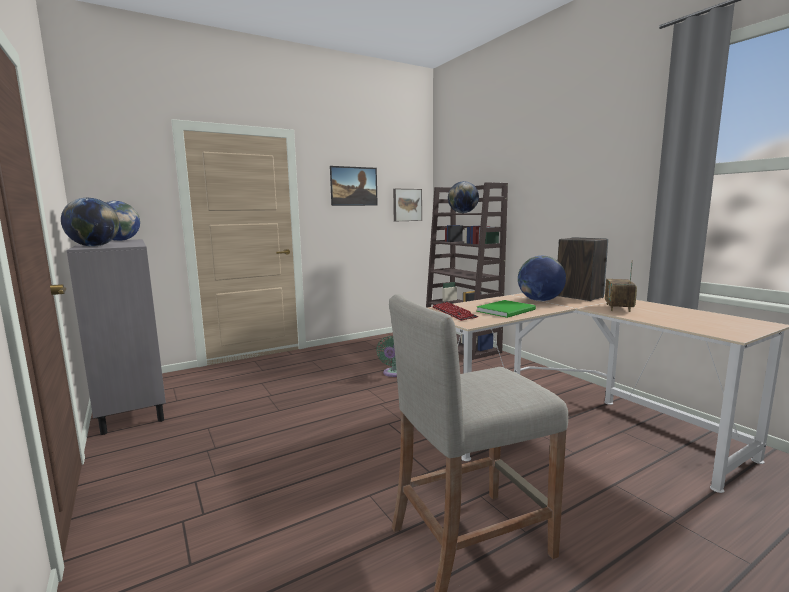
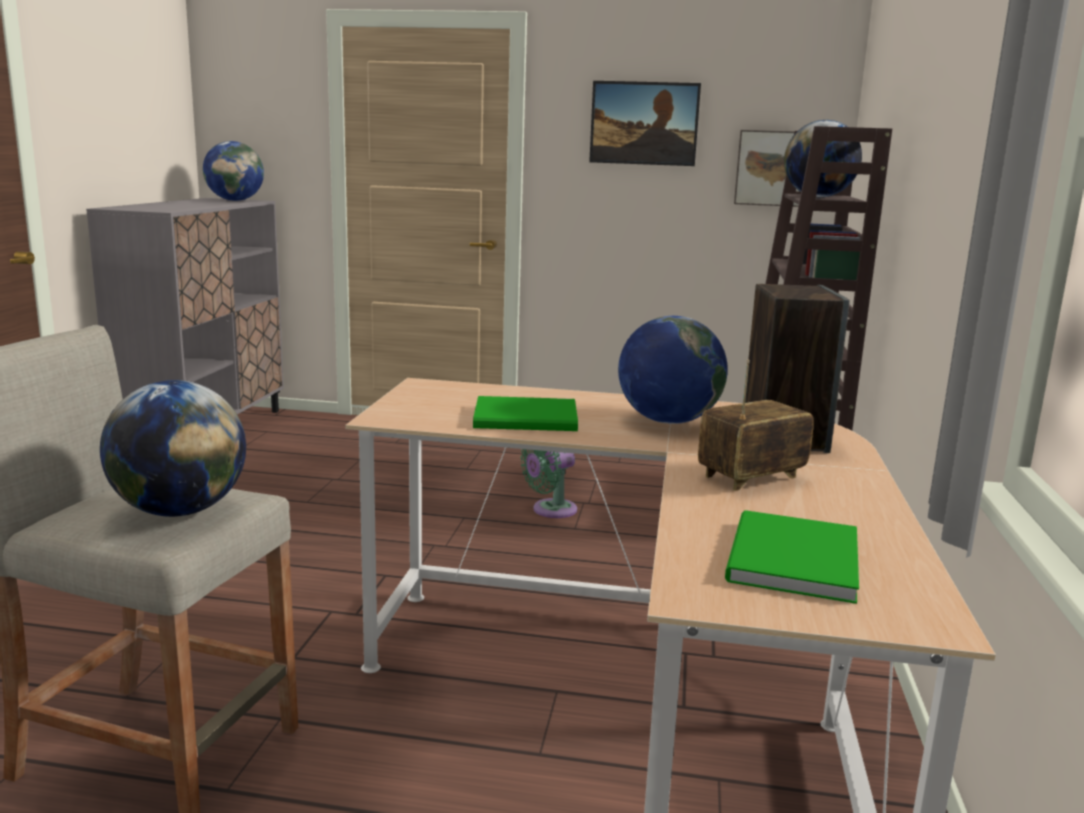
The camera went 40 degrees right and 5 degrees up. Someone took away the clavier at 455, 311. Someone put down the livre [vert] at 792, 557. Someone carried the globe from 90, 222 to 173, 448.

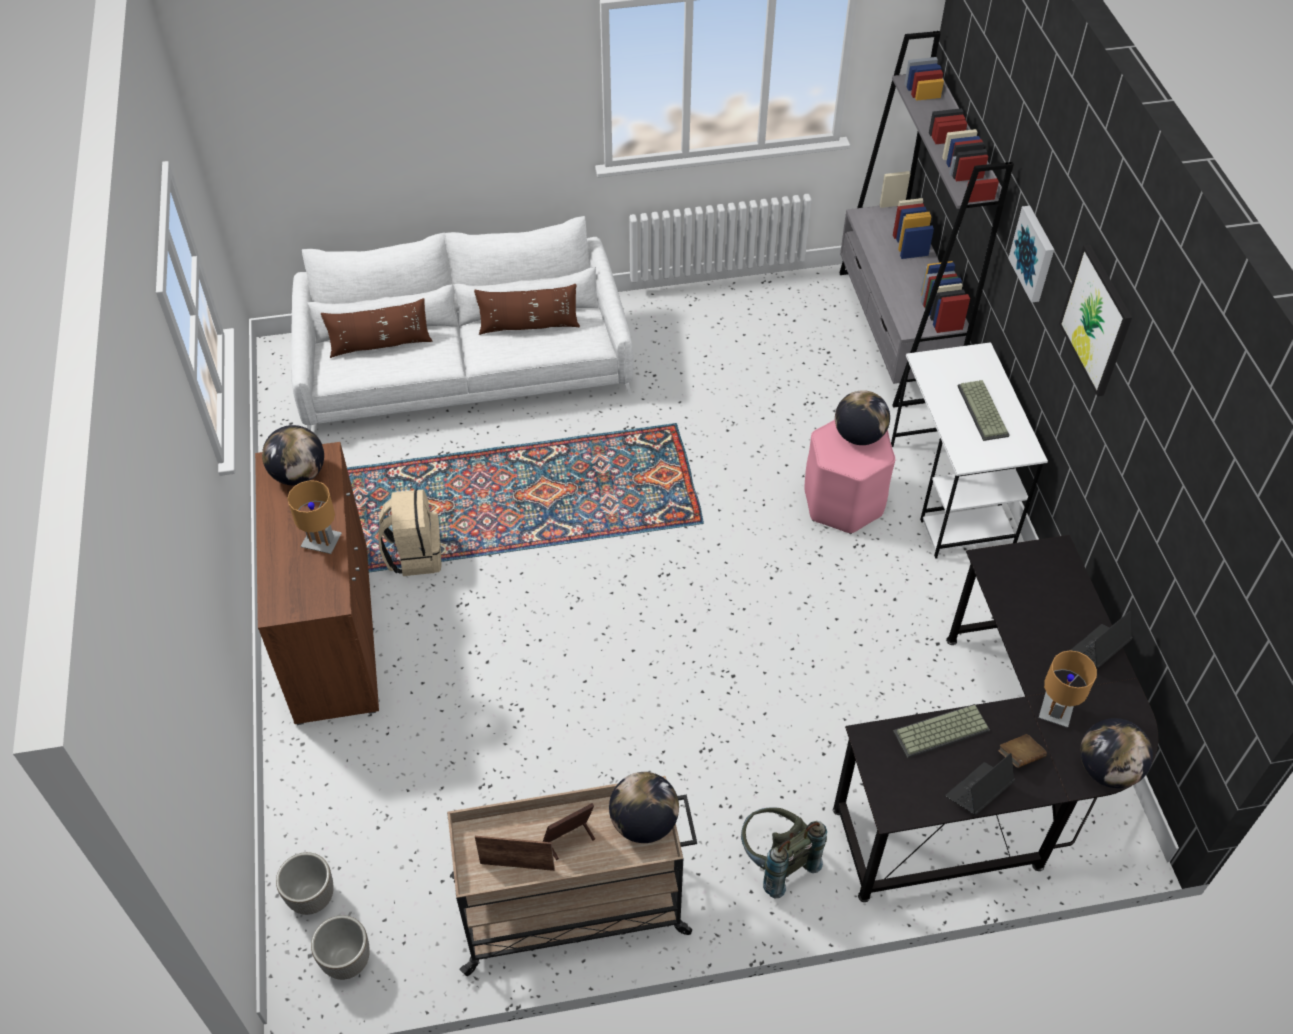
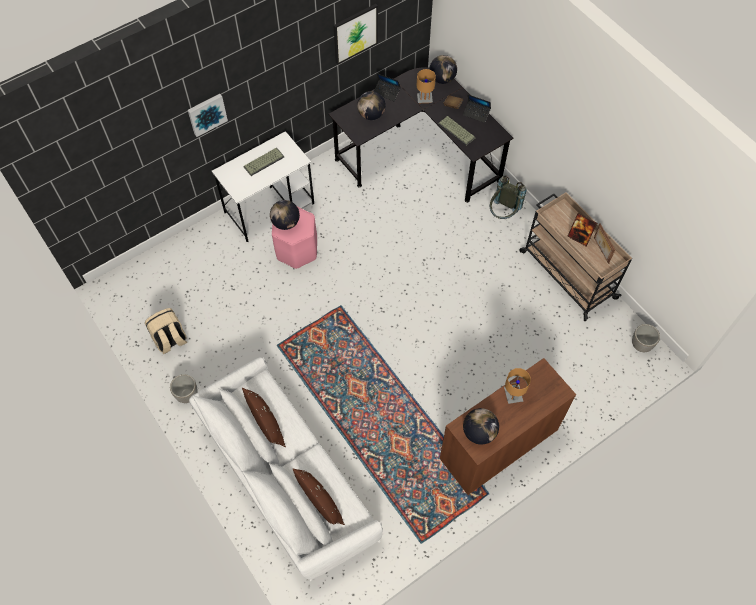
The camera went 115 degrees left and 10 degrees up. Someone took away the bibliothèque [gris] at 926, 219. Someone carried the cache-pot from 305, 883 to 184, 388. Someone carried the sac à dos [beige] from 410, 533 to 166, 331. Someone carried the globe from 644, 807 to 371, 105. Someone carried the tableau from 1095, 320 to 355, 34.

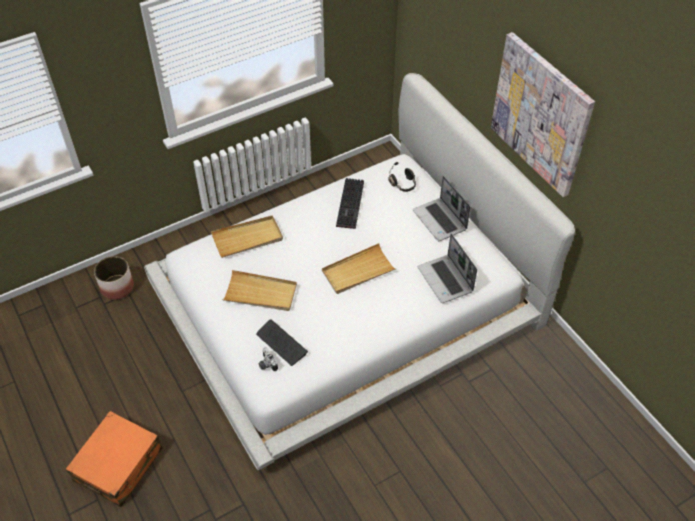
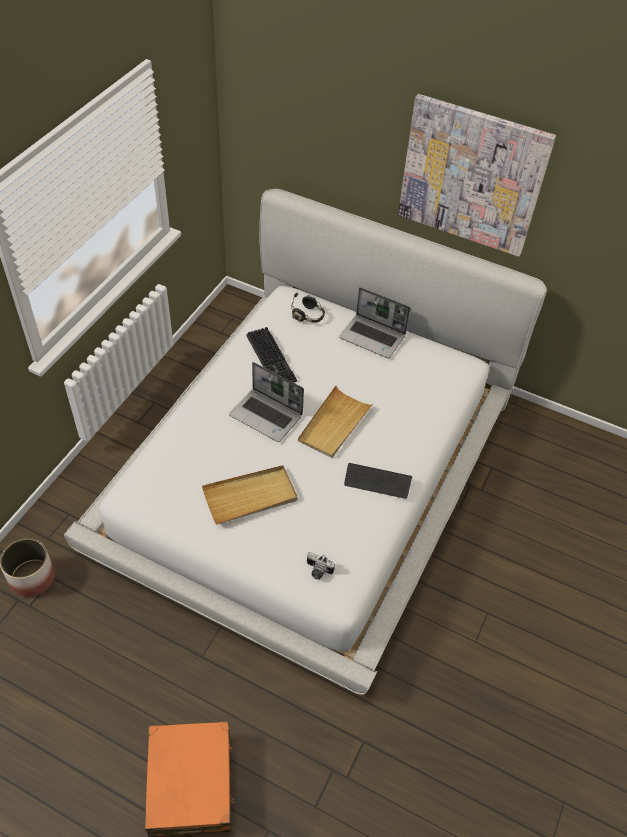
The camera went 35 degrees left and 0 degrees up. Someone took away the plateau [beige] at 247, 237. Someone carried the clavier from 282, 342 to 378, 481. Someone carried the ordinateur portable from 447, 268 to 266, 402.

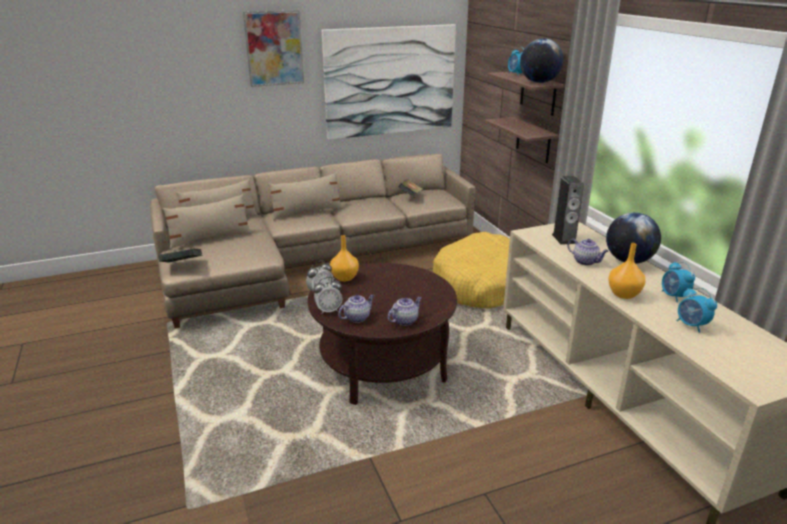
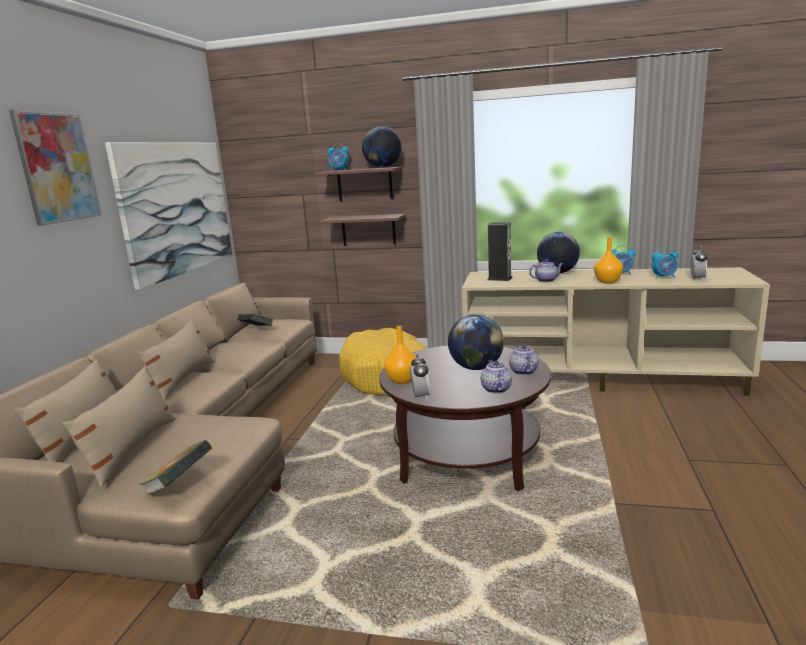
The camera went 55 degrees left and 10 degrees down. Someone put down the globe at 476, 342. Someone carried the réveil from 328, 295 to 699, 263.

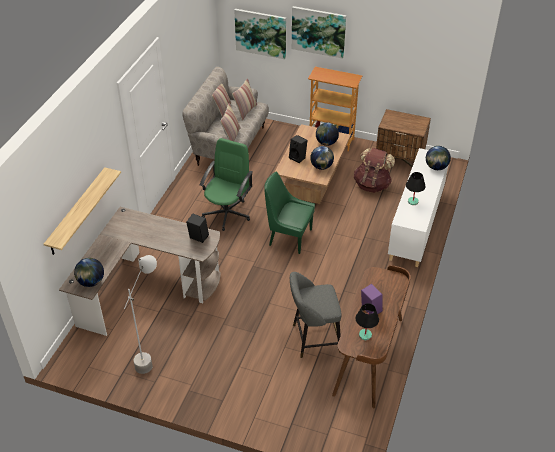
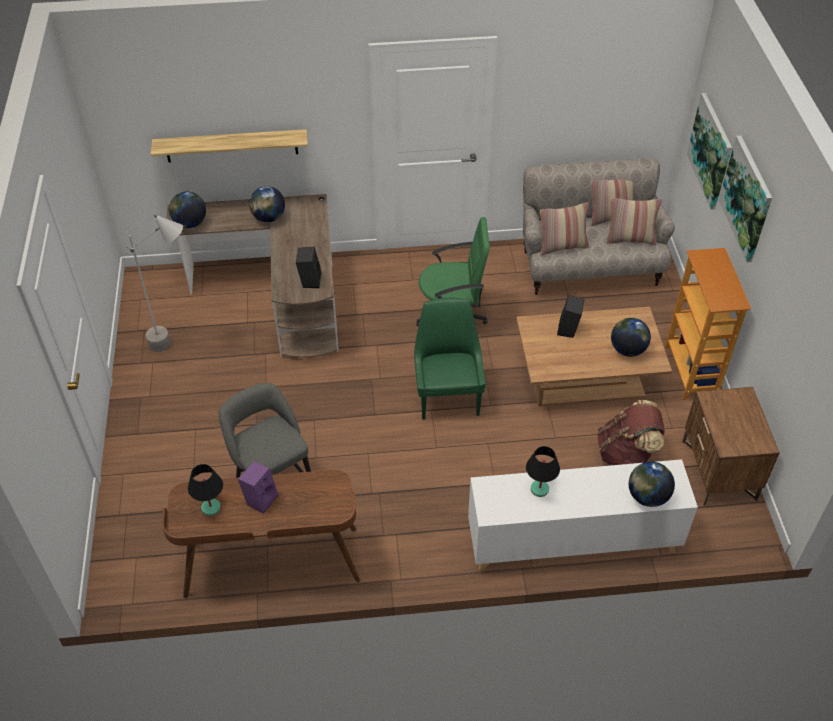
The camera went 65 degrees right and 5 degrees up. Someone carried the globe from 322, 158 to 267, 204.

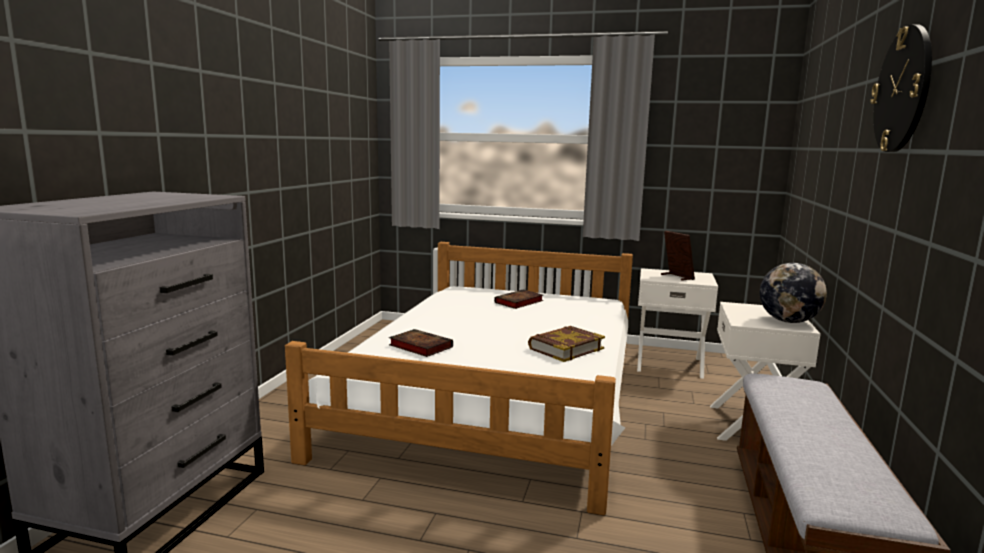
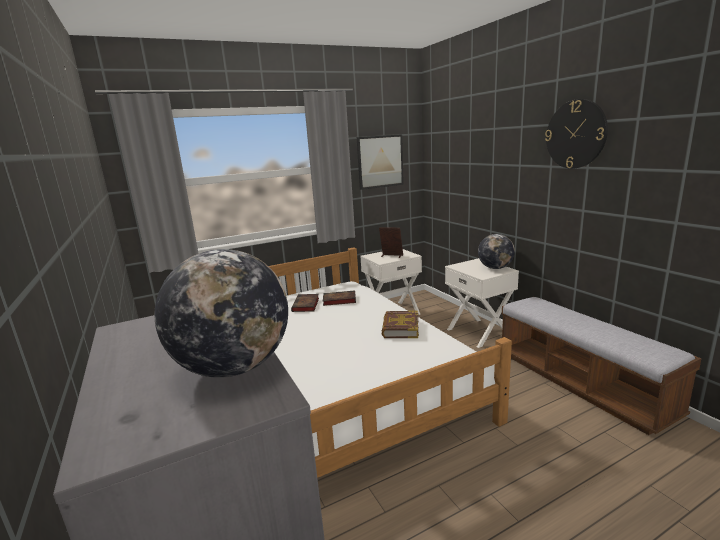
The camera went 40 degrees left and 5 degrees up. Someone put down the globe at 221, 313. Someone put up the tableau at 380, 162. Someone carried the livre from 421, 343 to 339, 298.

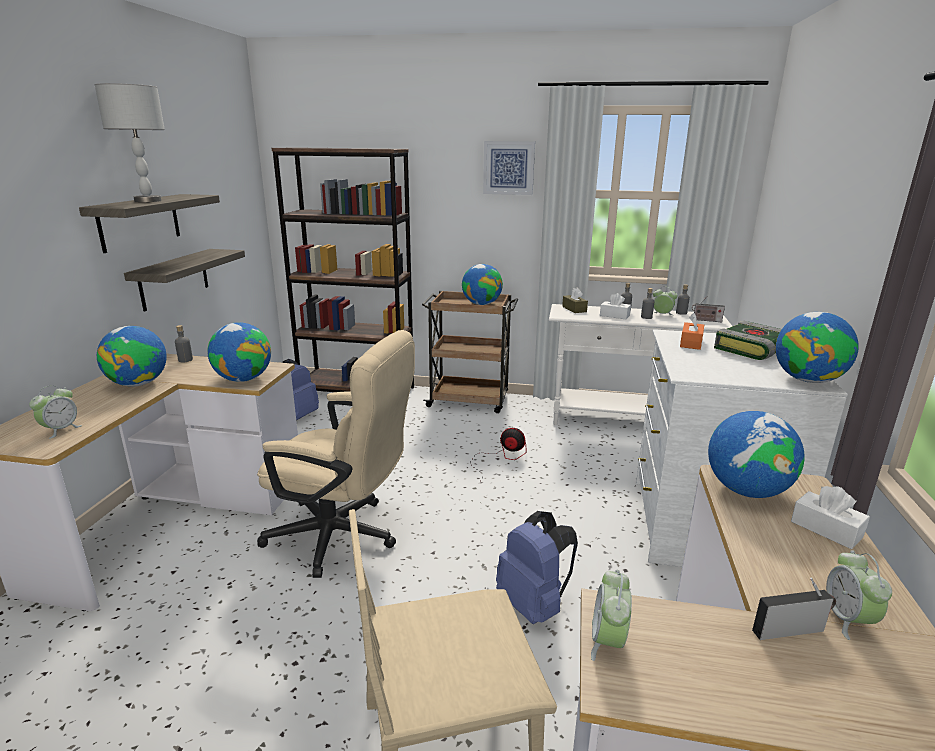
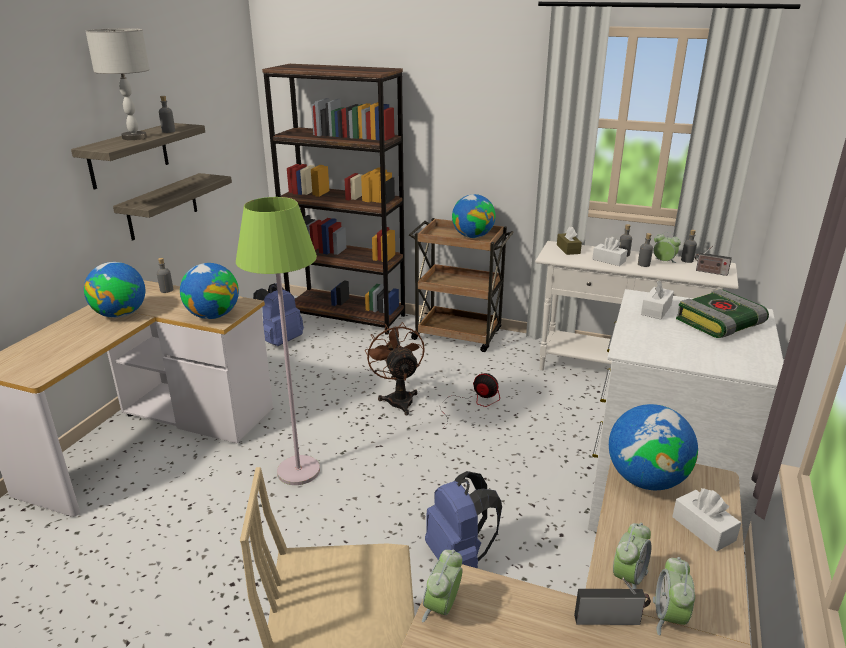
The camera went 10 degrees right and 5 degrees up. Someone took away the tableau at 509, 168. Someone took away the globe at 817, 347. Someone put down the bouteille [gris] at 167, 114. Someone put down the ventilateur [marron] at 395, 368. Someone carried the réveil from 55, 412 to 632, 556. Someone swapped the chaise de bureau [beige] at 336, 454 for the lampadaire [vert] at 278, 341. Someone repainted the boîte à mouchoirs [orange] at 692, 331, which became the boîte à mouchoirs [blanc] at 657, 299.

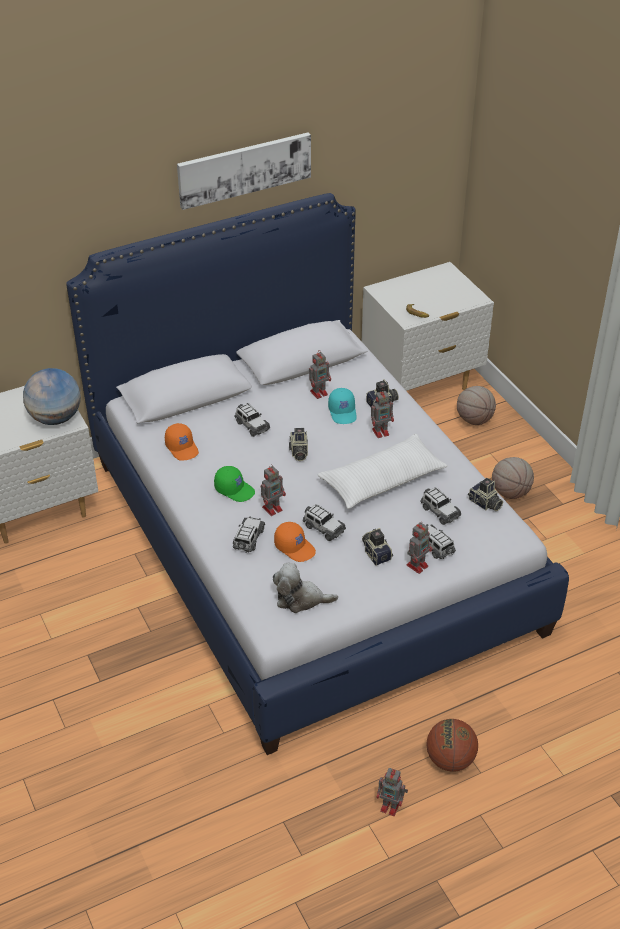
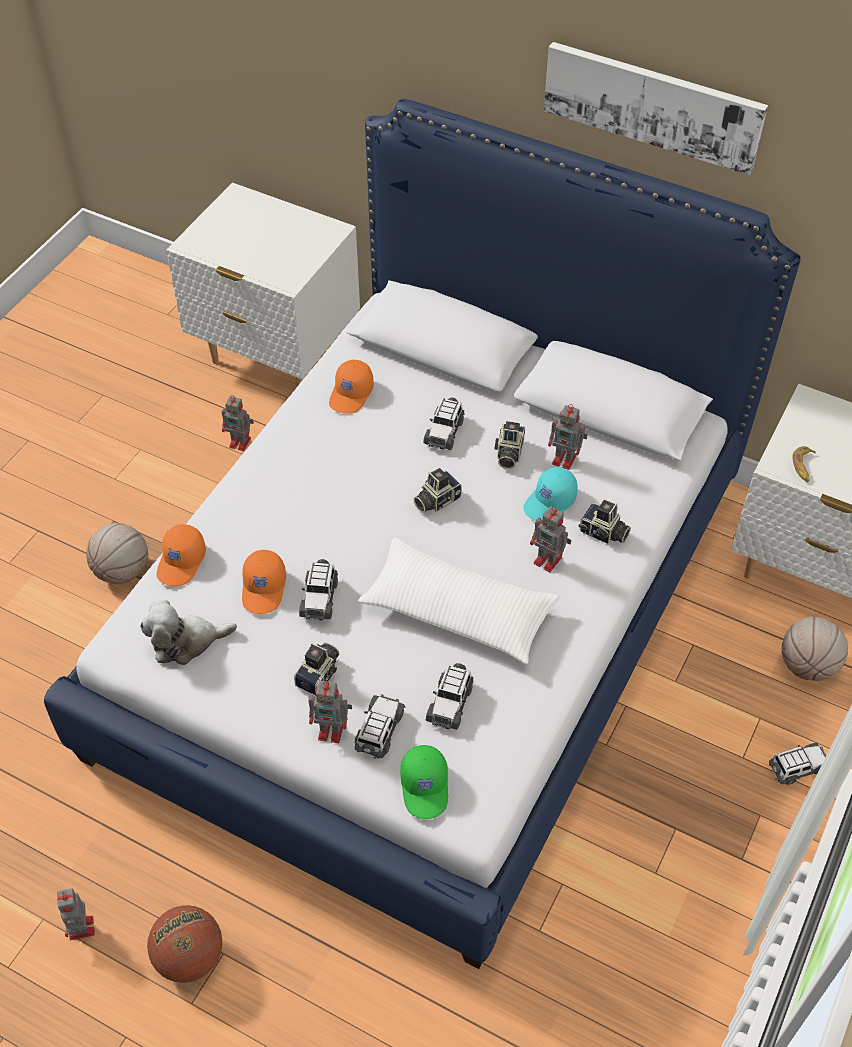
The camera went 55 degrees right and 10 degrees up. Someone took away the globe at 52, 396. Someone put down the casquette [orange] at 181, 555. Someone carried the casquette [vert] from 234, 484 to 424, 782. Someone carried the petite voiture from 249, 534 to 797, 764. Someone carried the robot jouet from 273, 490 to 238, 423. Someone carried the appareil photo from 485, 494 to 509, 445. Someone carried the ballon de basket from 513, 478 to 117, 553. Someone rotated the peluche at 305, 588 by 75 degrees counterclockwise.

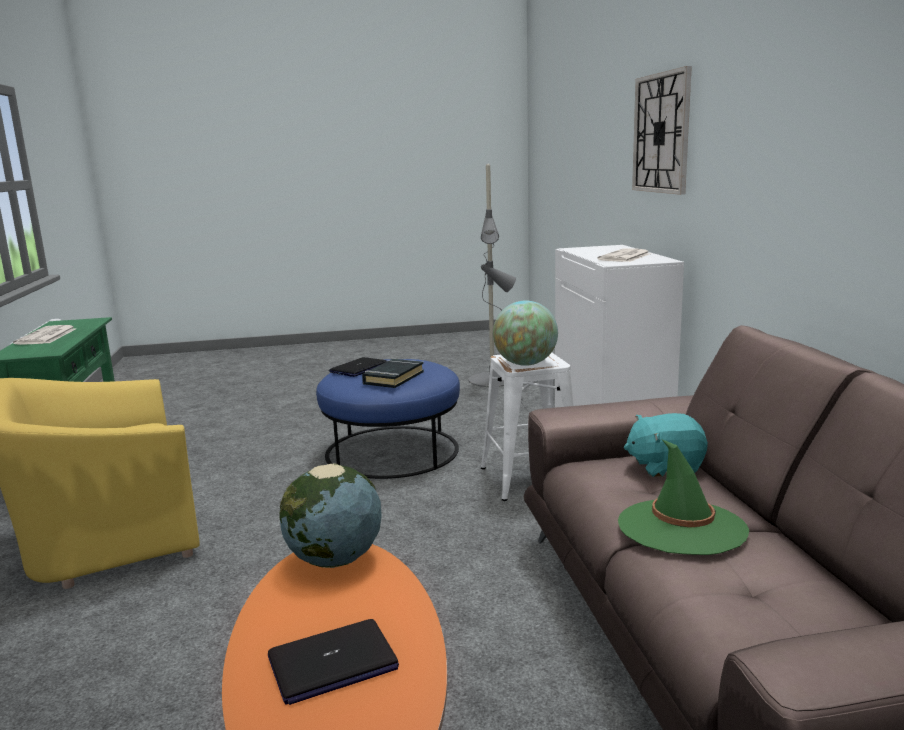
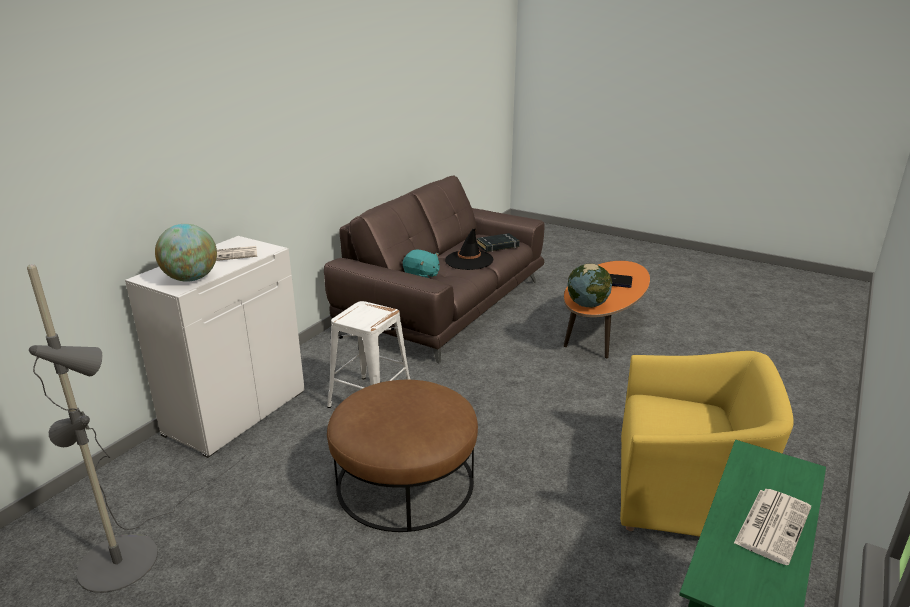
The camera went 140 degrees left and 10 degrees up. Someone took away the ordinateur portable at 358, 367. Someone took away the horloge murale at 662, 130. Someone carried the livre [noir] from 393, 373 to 498, 242. Someone carried the globe from 525, 333 to 186, 253. Someone repainted the pouf [bleu] at 388, 419, which became the pouf [marron] at 402, 456. Someone repainted the chapeau [vert] at 683, 497, which became the chapeau [noir] at 469, 249.

